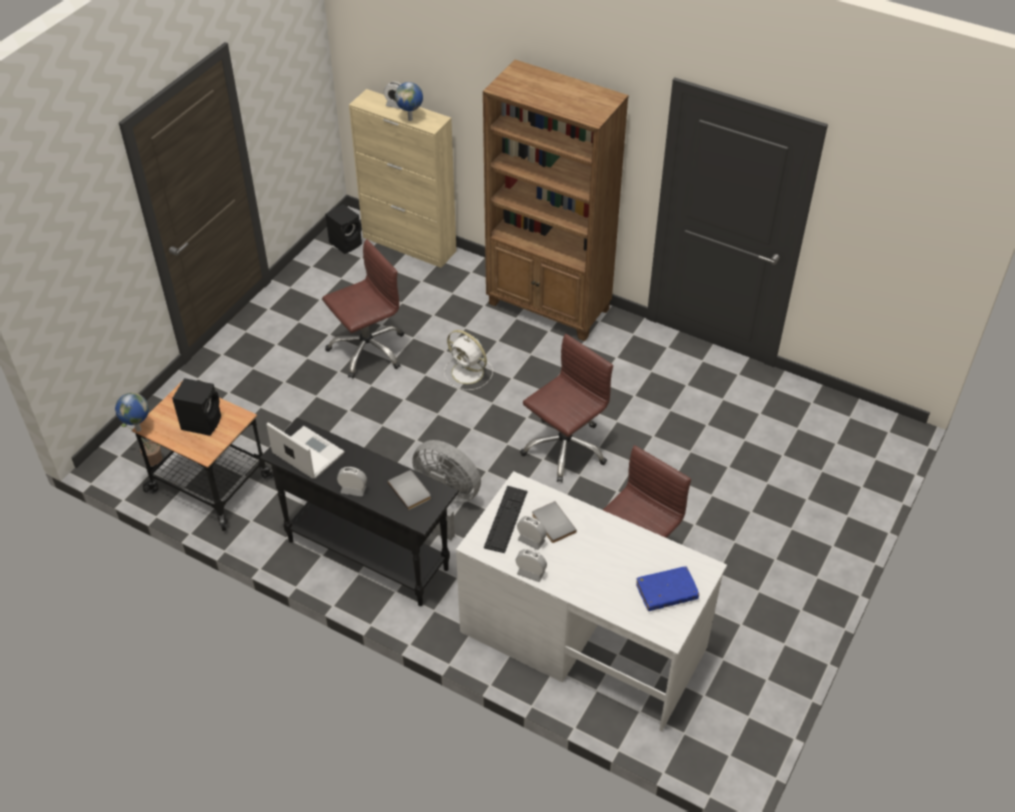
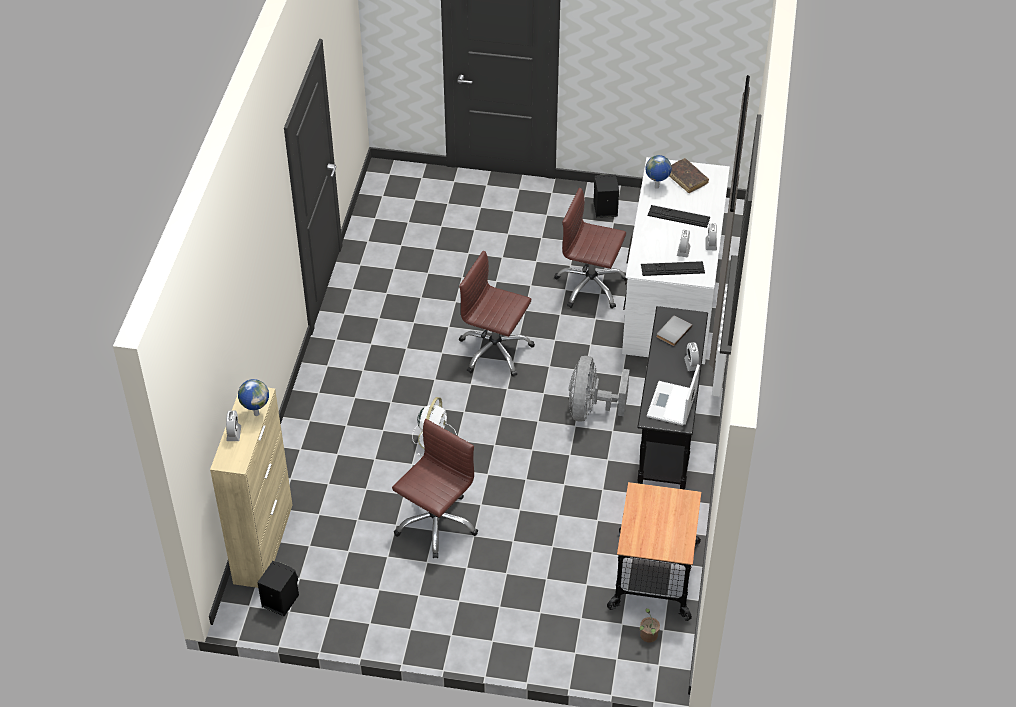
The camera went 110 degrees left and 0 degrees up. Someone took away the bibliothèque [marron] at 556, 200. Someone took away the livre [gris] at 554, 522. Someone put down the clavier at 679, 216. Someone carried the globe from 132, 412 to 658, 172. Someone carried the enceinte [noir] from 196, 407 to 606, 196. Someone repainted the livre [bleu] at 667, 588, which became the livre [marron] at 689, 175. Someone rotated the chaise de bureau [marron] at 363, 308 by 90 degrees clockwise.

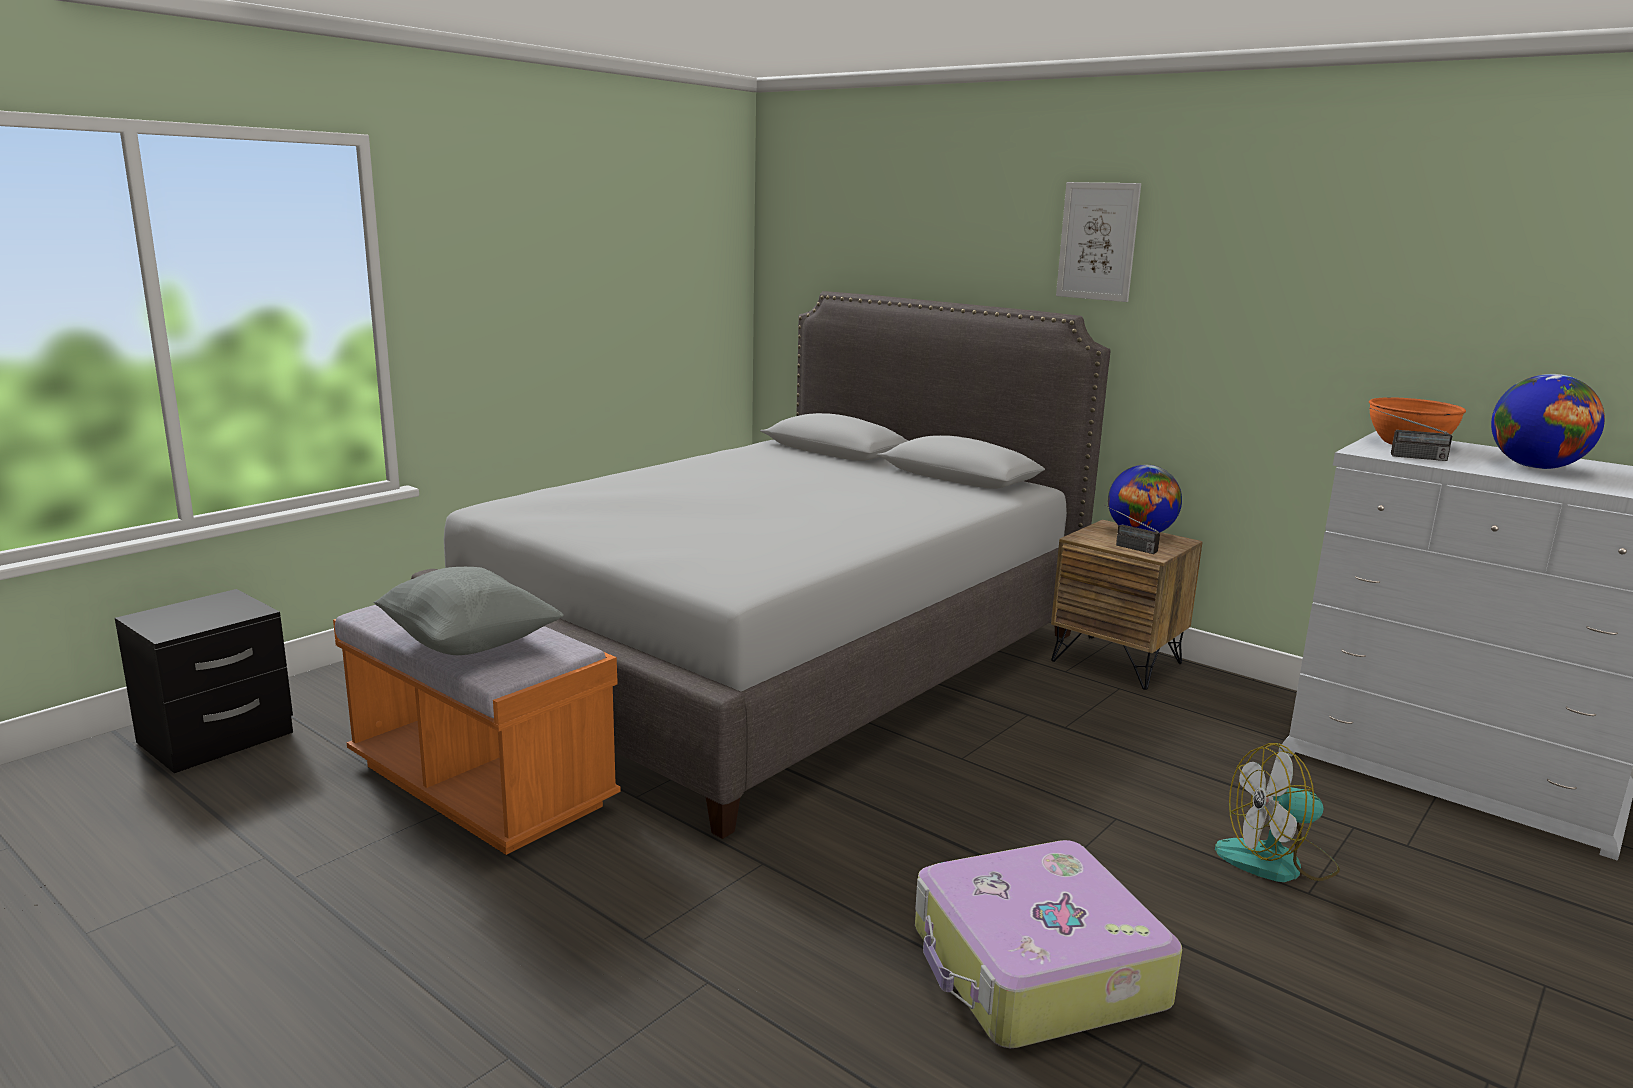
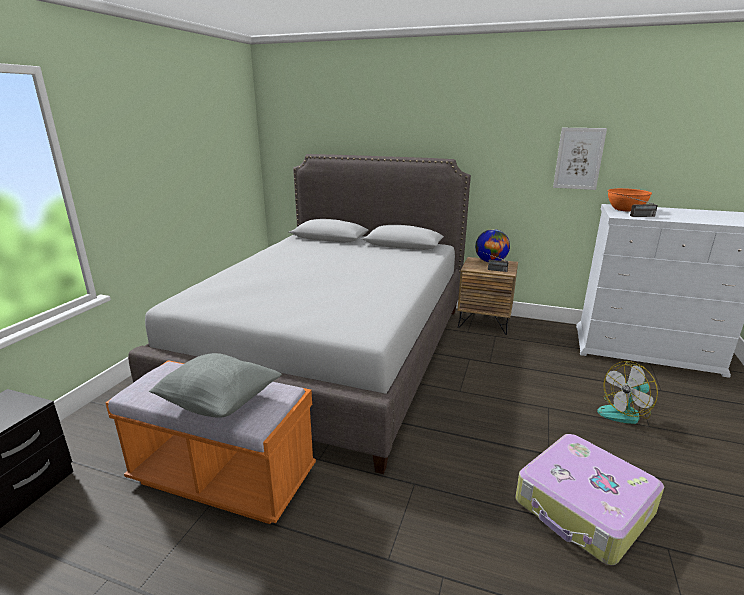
The camera went 20 degrees left and 5 degrees up. Someone took away the globe at 1548, 421. Someone carried the tableau from 1098, 242 to 580, 159.

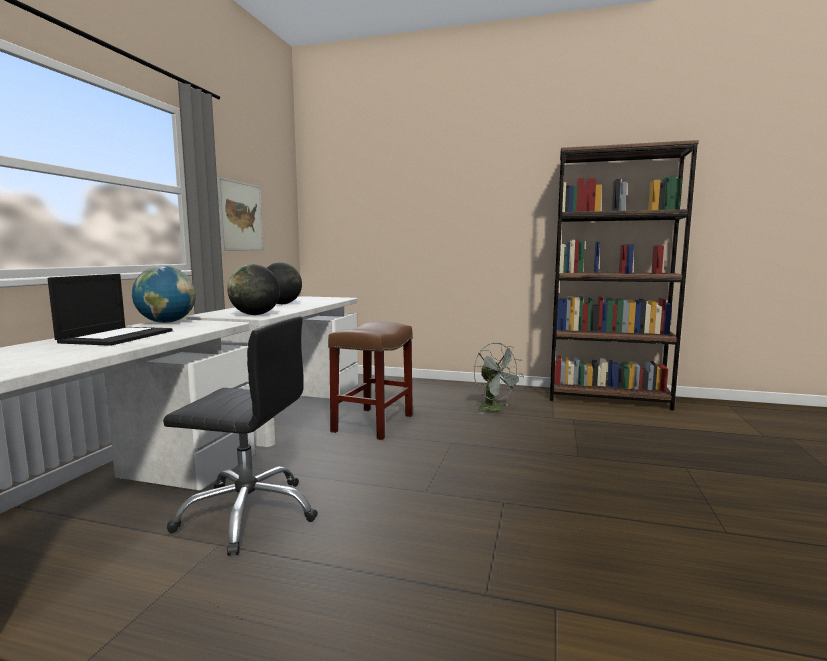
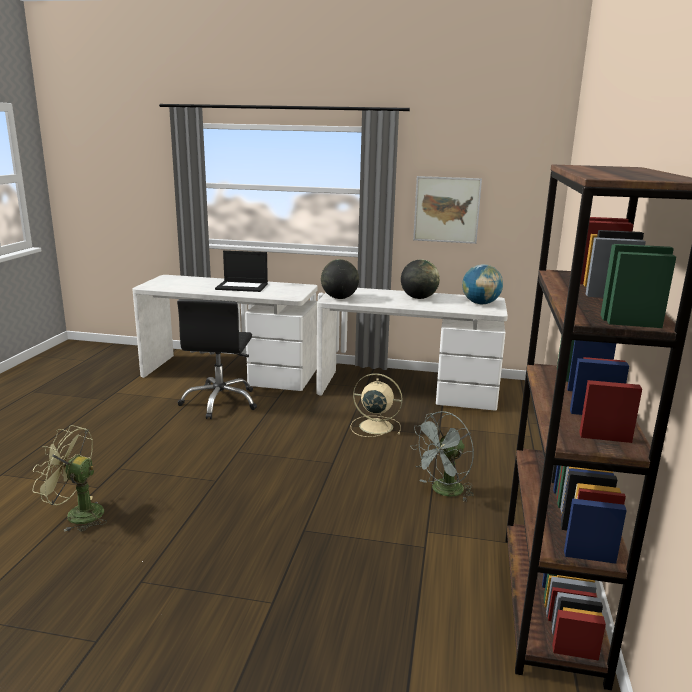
The camera went 85 degrees right and 10 degrees up. Someone put down the ventilateur [vert] at 70, 478. Someone carried the globe from 164, 294 to 482, 284. Someone swapped the tabouret [marron] at 370, 381 for the ventilateur [beige] at 377, 405.

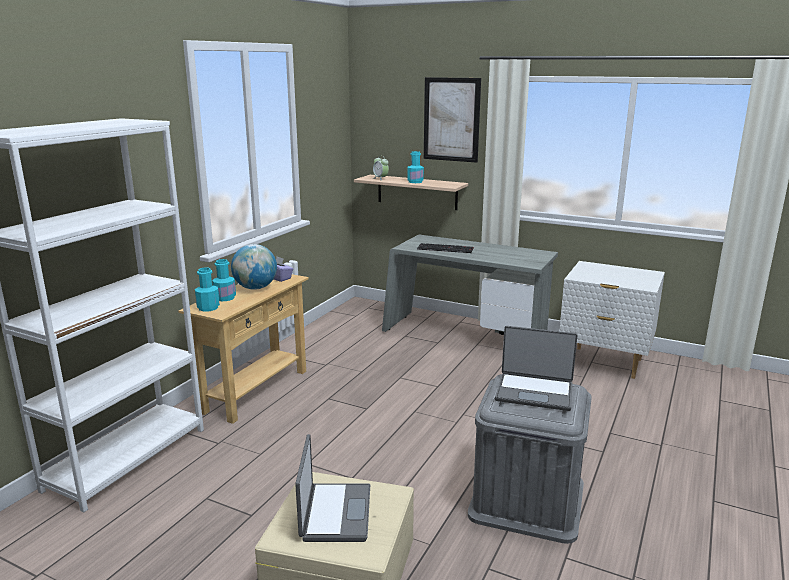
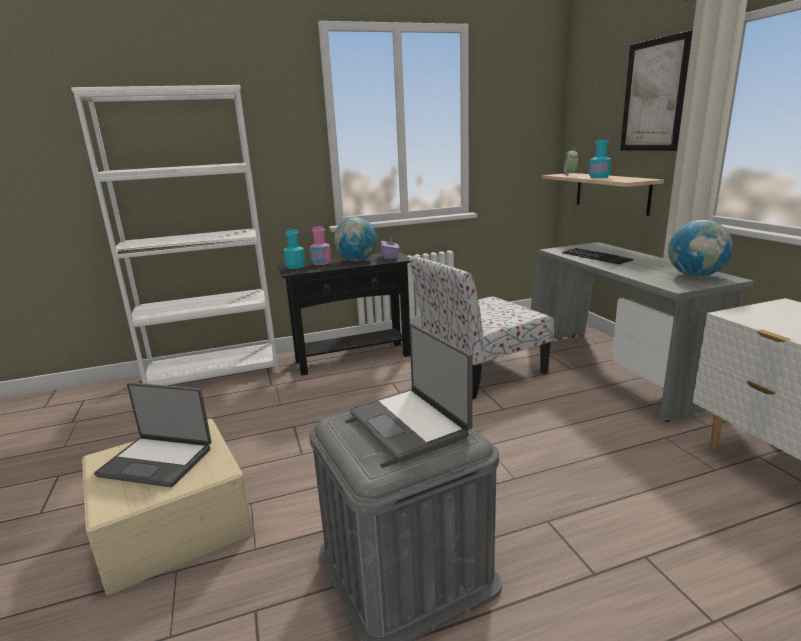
The camera went 45 degrees right and 0 degrees up. Someone put down the chaise at 481, 327. Someone put down the globe at 700, 248. Someone repainted the table console [beige] at 243, 349, which became the table console [noir] at 344, 314. Someone repainted the bouteille [turquoise] at 224, 280, which became the bouteille [rose] at 320, 245. Someone rotated the ordinateur portable at 332, 488 by 60 degrees clockwise.

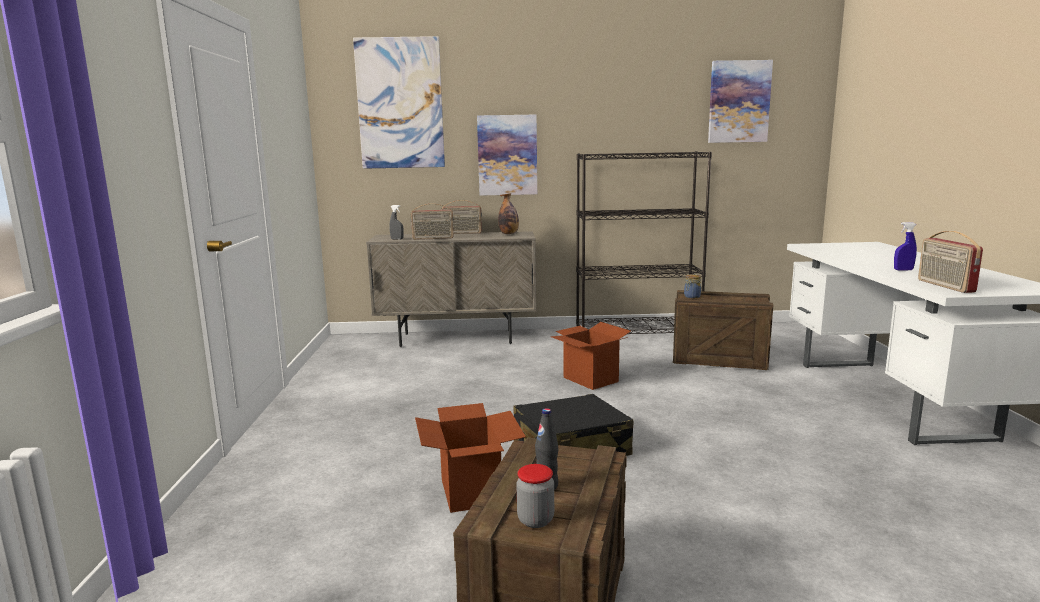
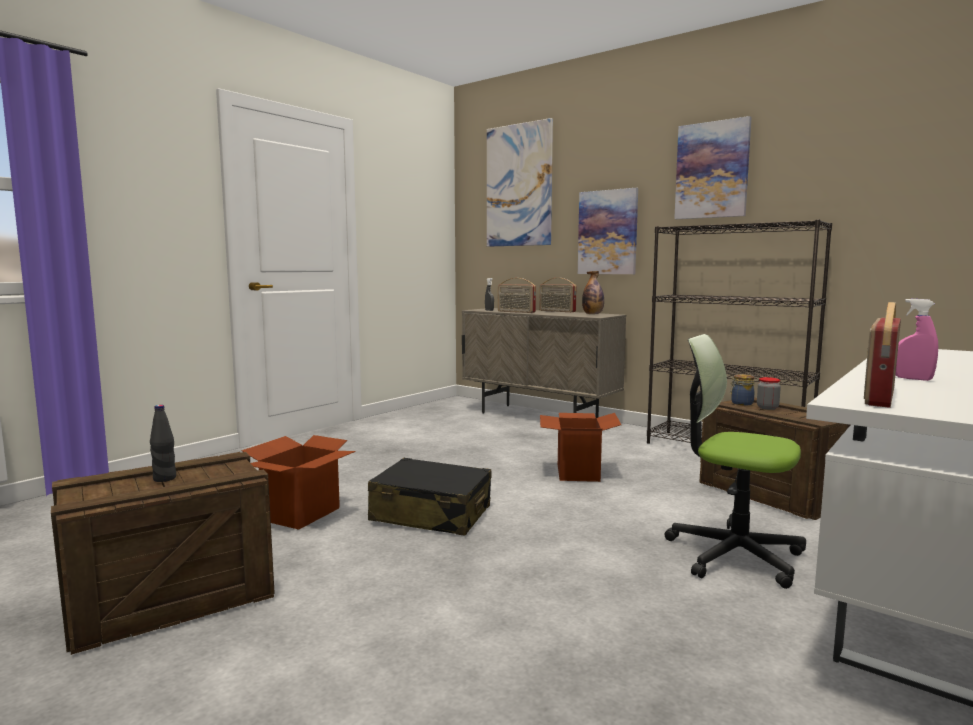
The camera went 40 degrees right and 5 degrees down. Someone put down the chaise de bureau at 735, 461. Someone carried the bocal from 535, 496 to 769, 393. Someone carried the tableau from 740, 101 to 713, 167. Someone repainted the vaporisateur [bleu] at 905, 246, which became the vaporisateur [rose] at 917, 340.

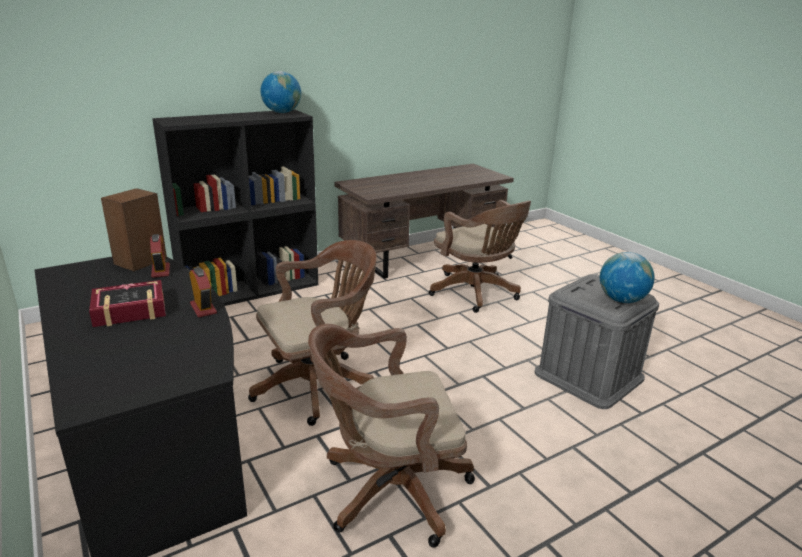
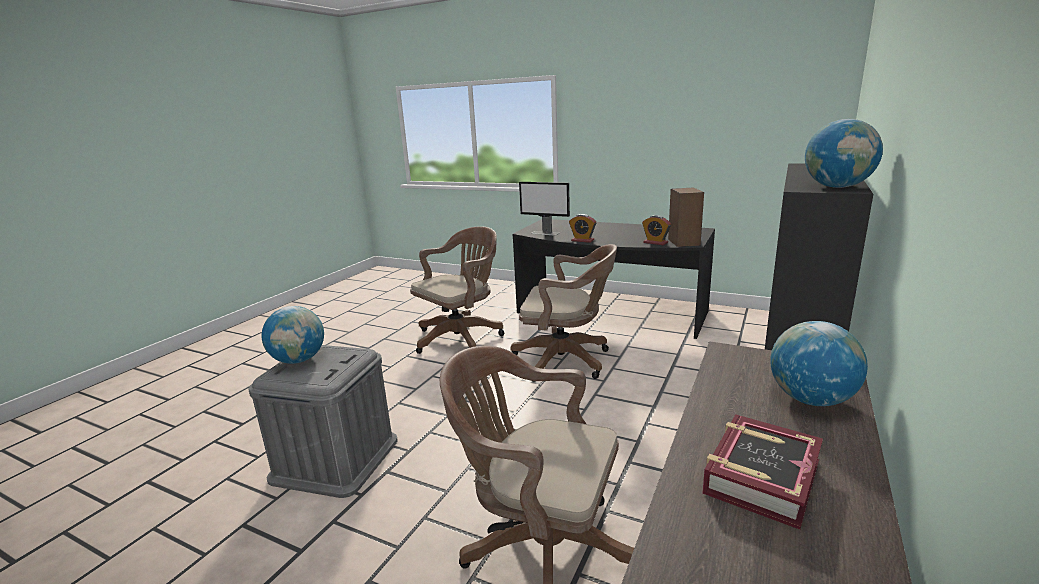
The camera went 150 degrees right and 5 degrees down. Someone put down the écran d'ordinateur at 544, 208. Someone put down the globe at 819, 363. Someone carried the livre from 127, 303 to 763, 471. Someone rotated the chaise de bureau [marron] at 312, 333 by 105 degrees counterclockwise.

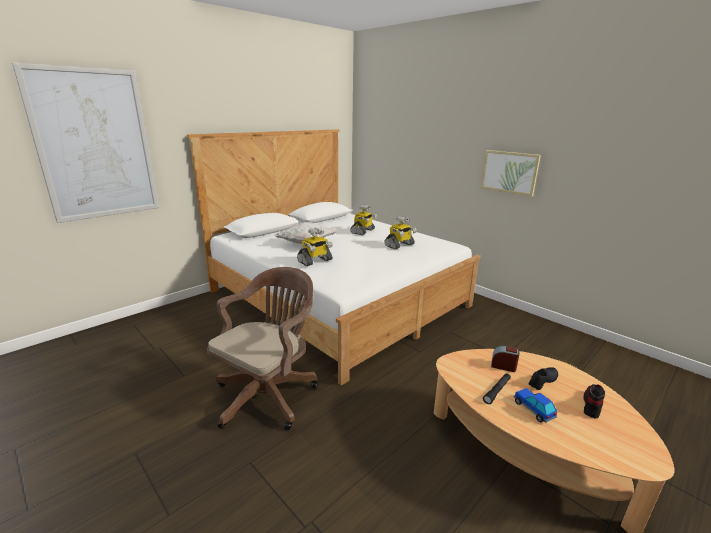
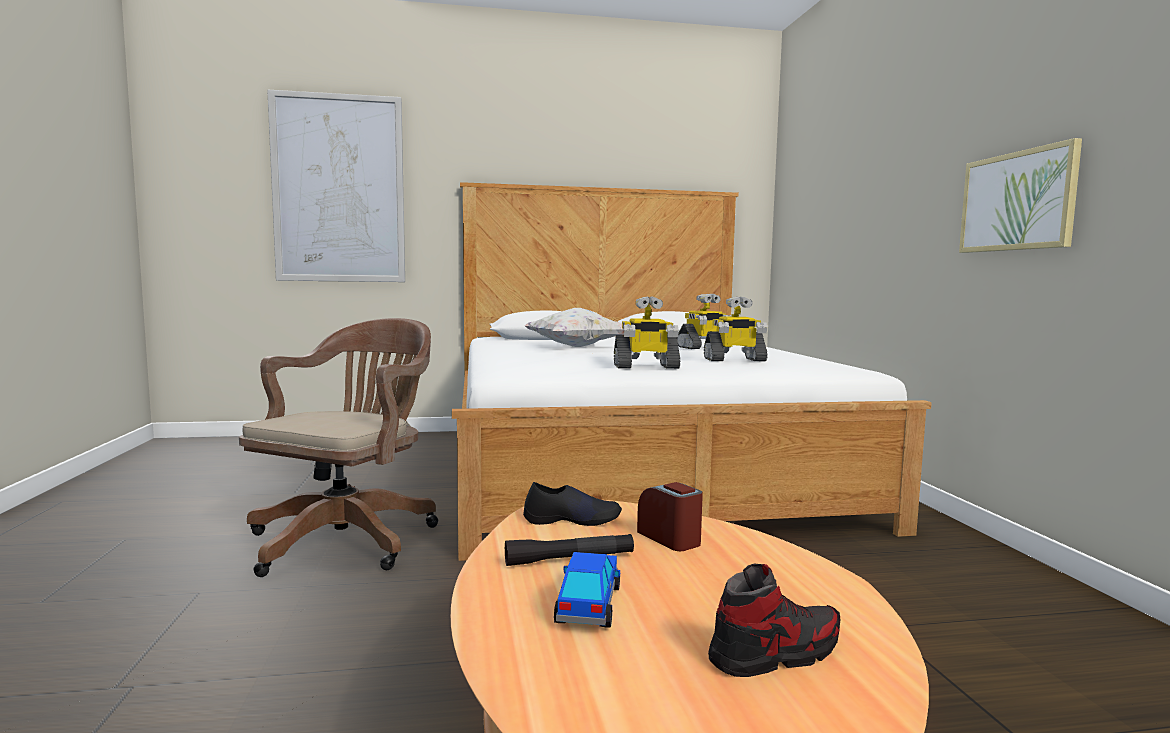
The camera went 35 degrees right and 15 degrees down. Someone carried the robot jouet from 315, 247 to 647, 332. Someone carried the chaussure [noir] from 543, 378 to 572, 504. Someone rotated the chaise de bureau [marron] at 262, 348 by 45 degrees counterclockwise.

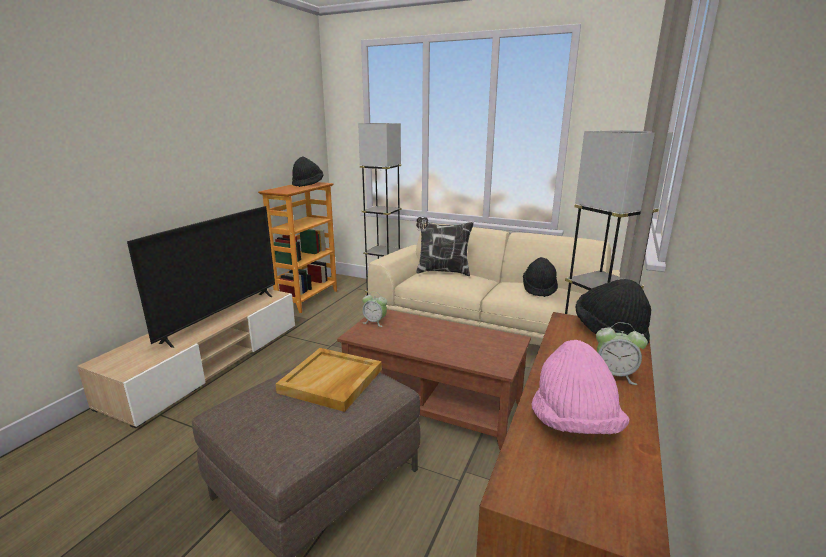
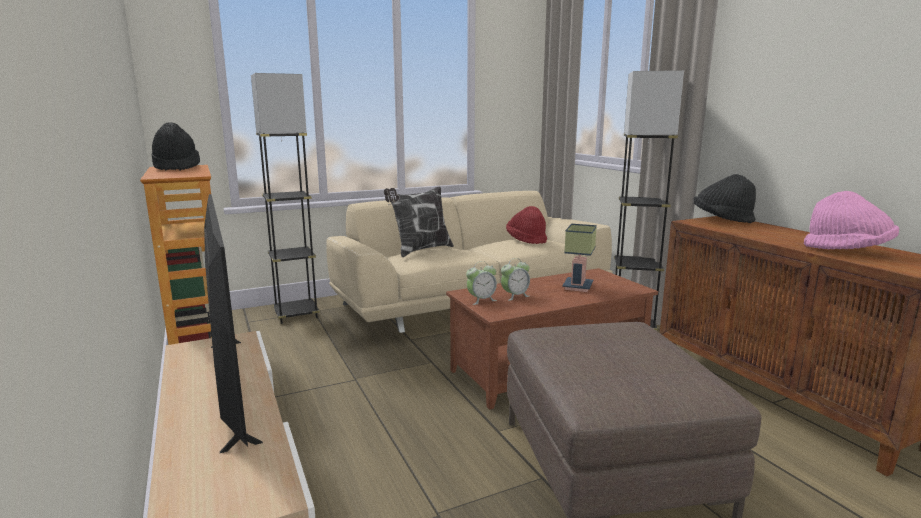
The camera went 50 degrees left and 5 degrees down. Someone took away the plateau [beige] at 329, 380. Someone put down the lampe de table at 579, 258. Someone carried the réveil from 622, 353 to 515, 279. Someone repainted the chapeau [noir] at 540, 277, which became the chapeau [rouge] at 526, 225.

